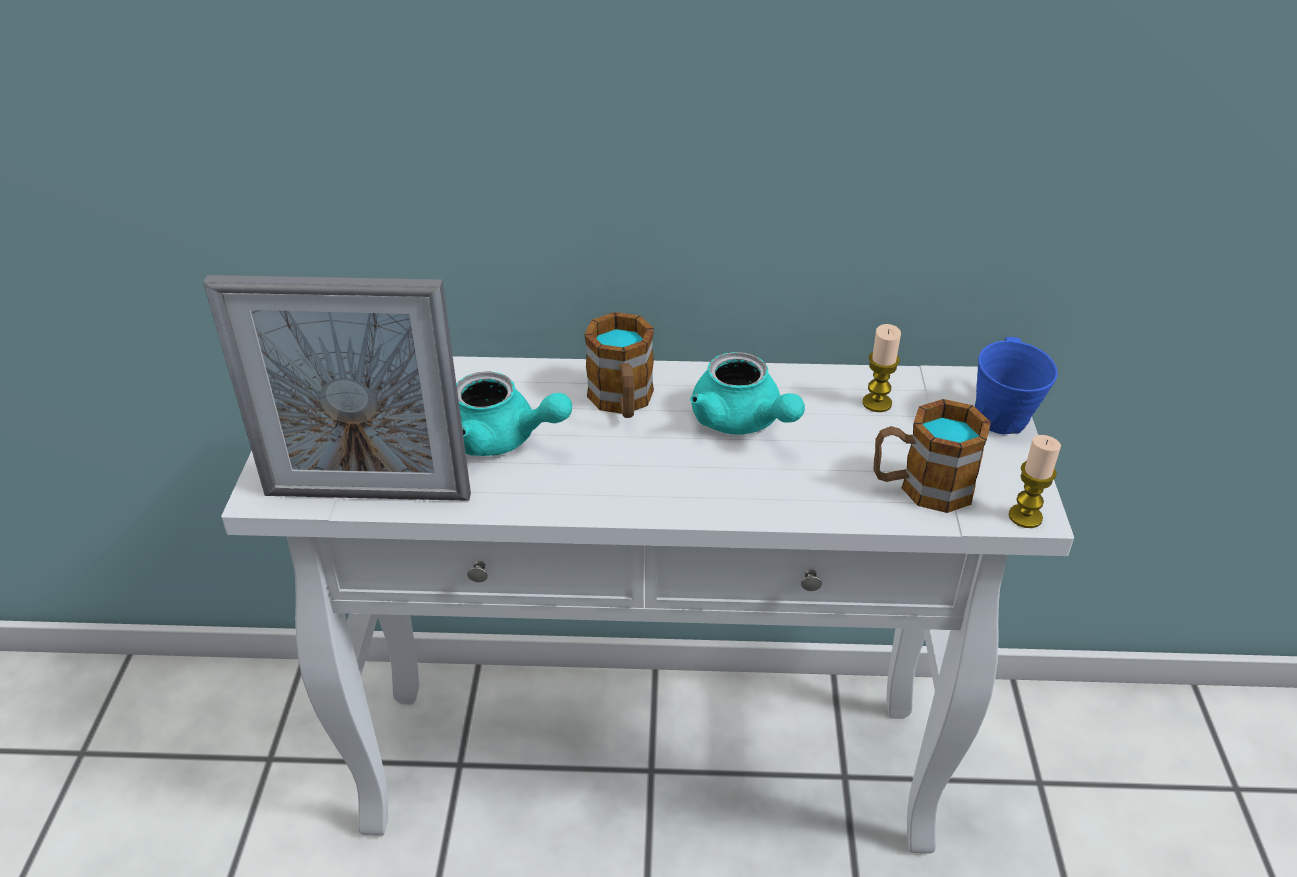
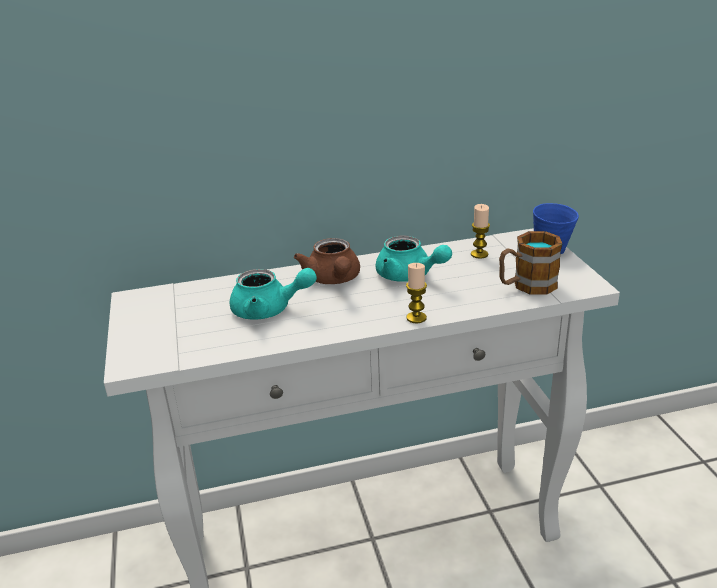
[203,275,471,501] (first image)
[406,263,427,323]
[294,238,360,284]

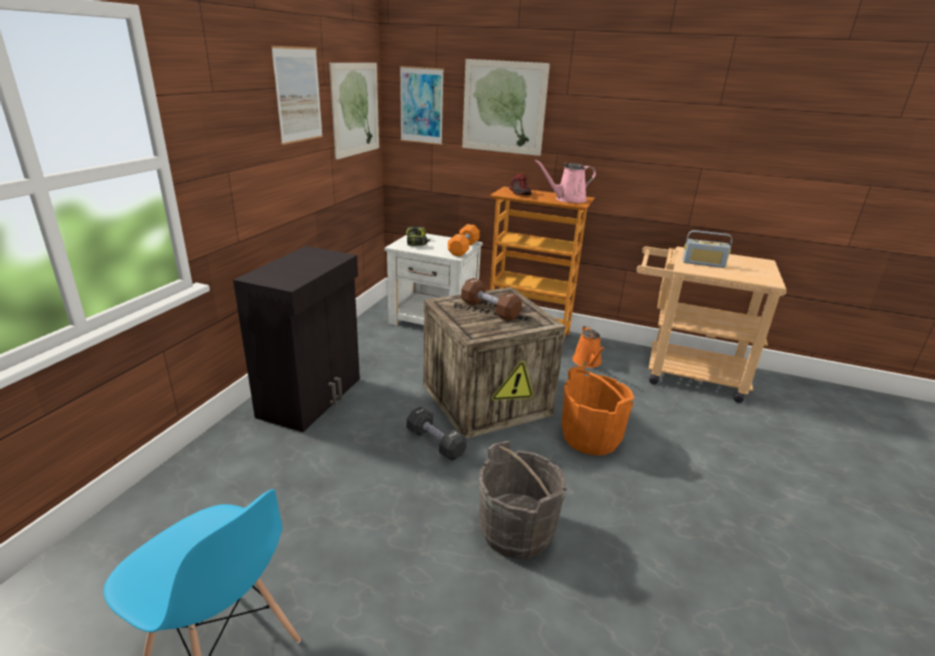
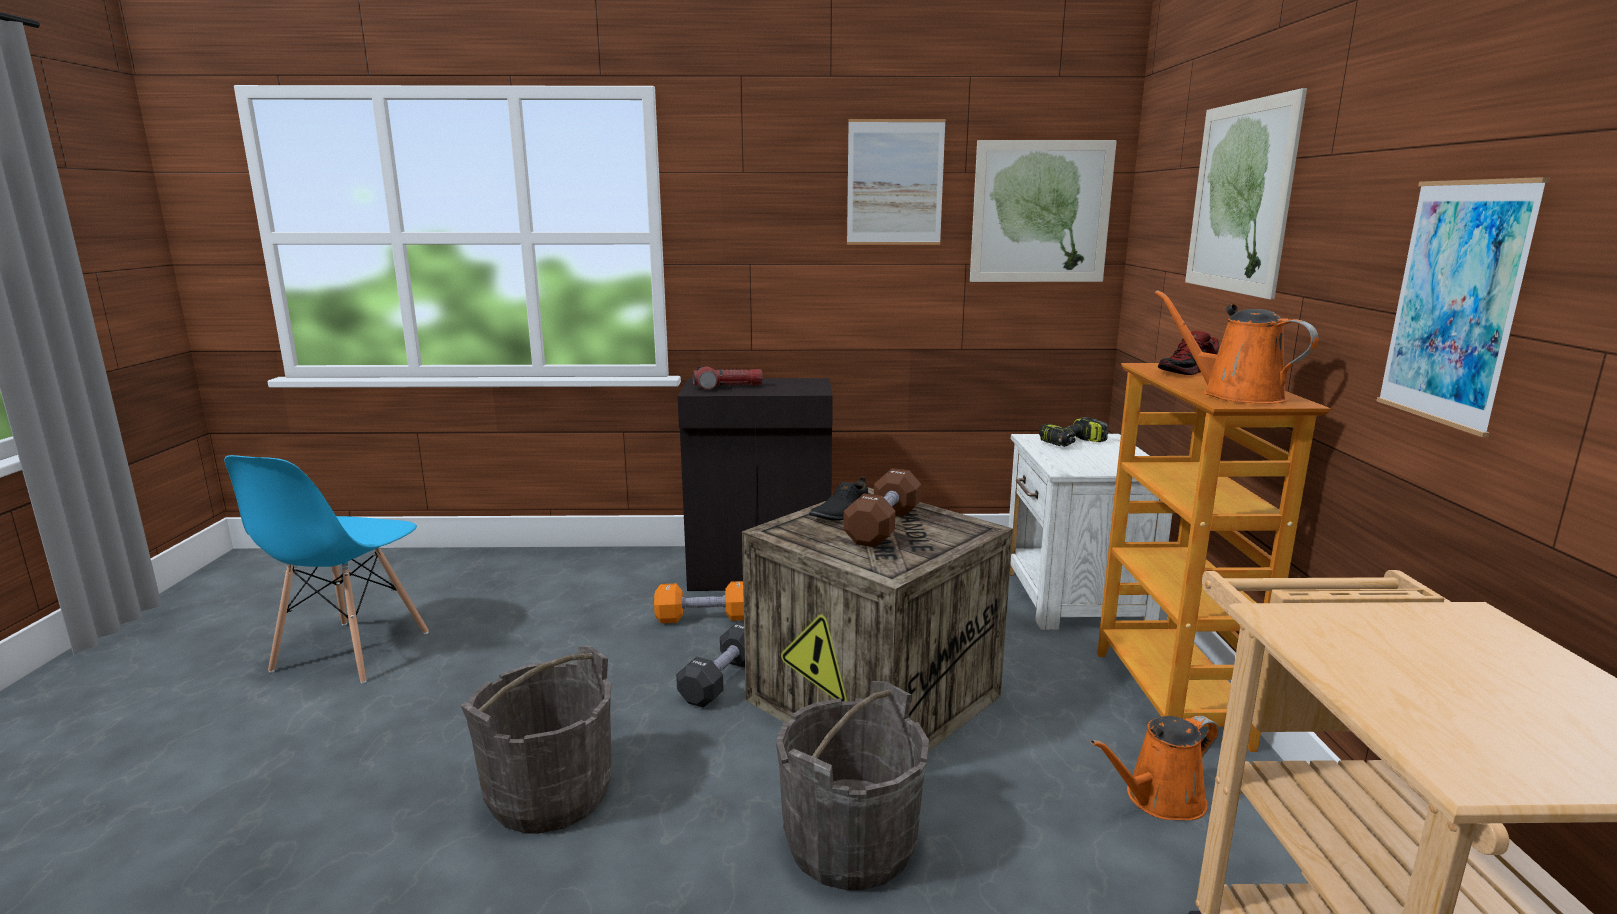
[682,230,733,268] (first image)
[693,366,763,390]
[809,476,868,521]
[1376,177,1550,437]
[654,581,744,623]
[1155,290,1318,404]
[776,681,929,891]

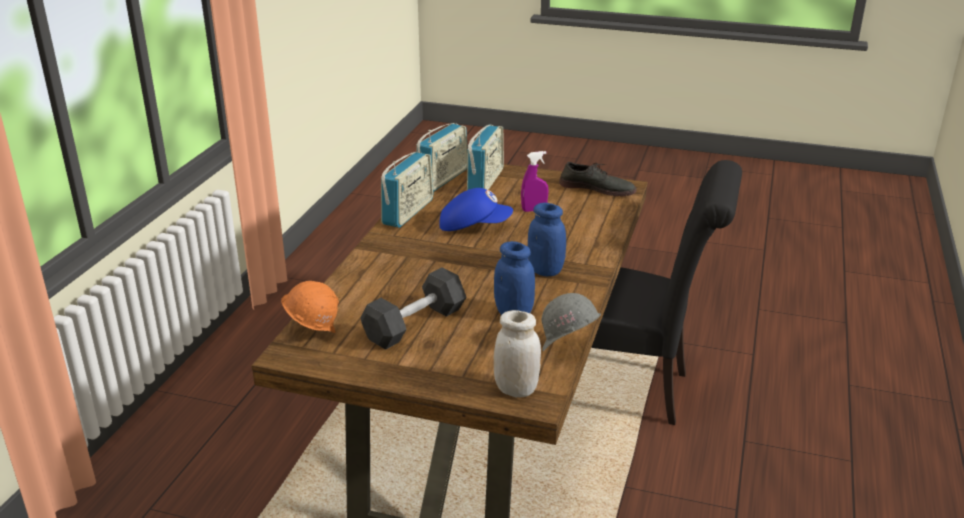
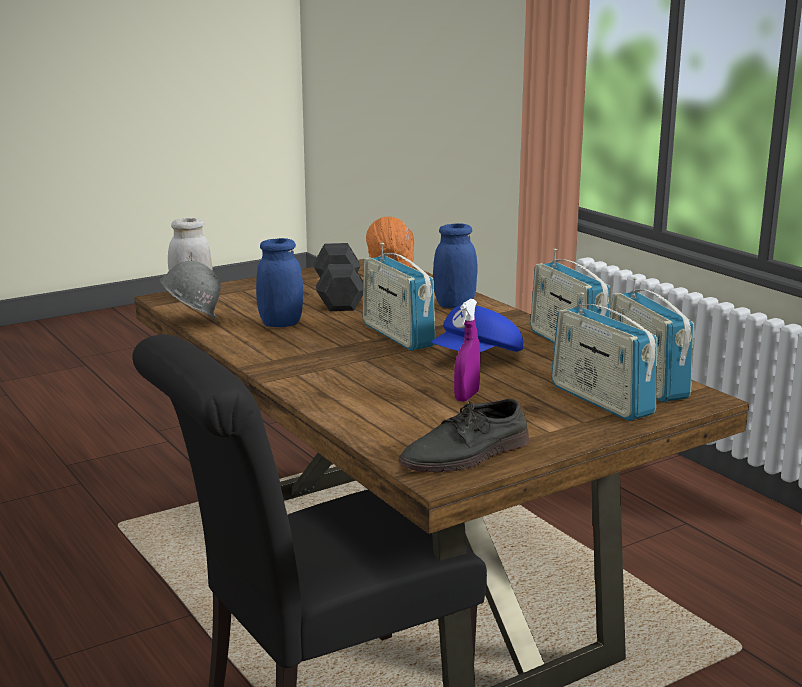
[363,243,436,351]
[433,223,478,308]

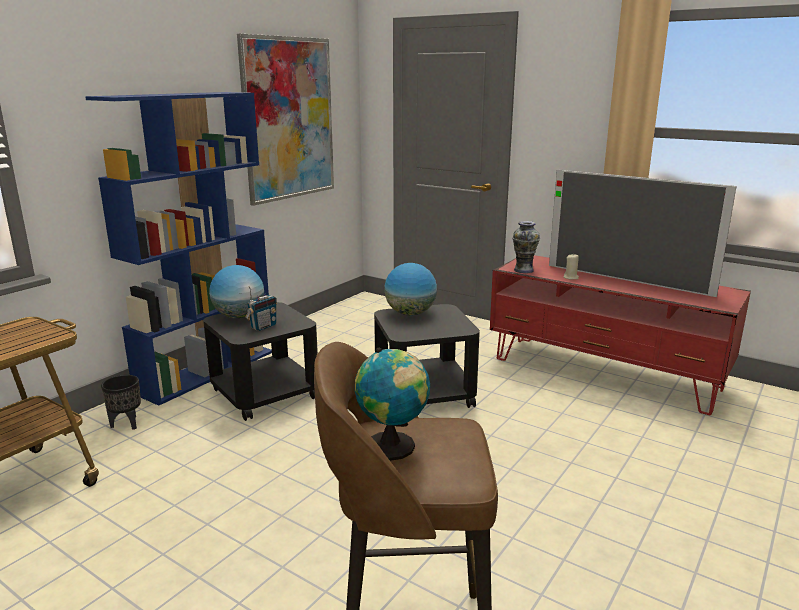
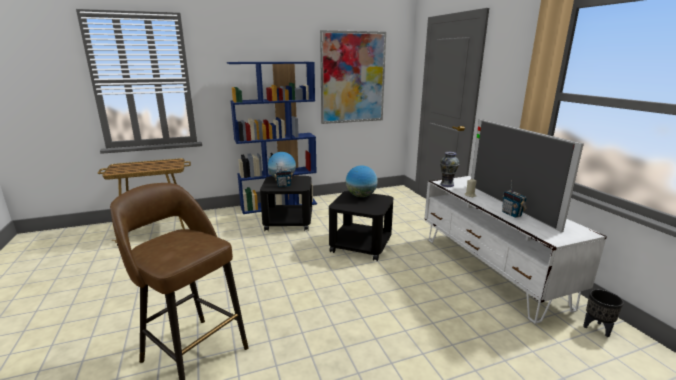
[355,348,430,461] (first image)
[502,180,527,218]
[583,289,624,337]
[424,176,607,324]

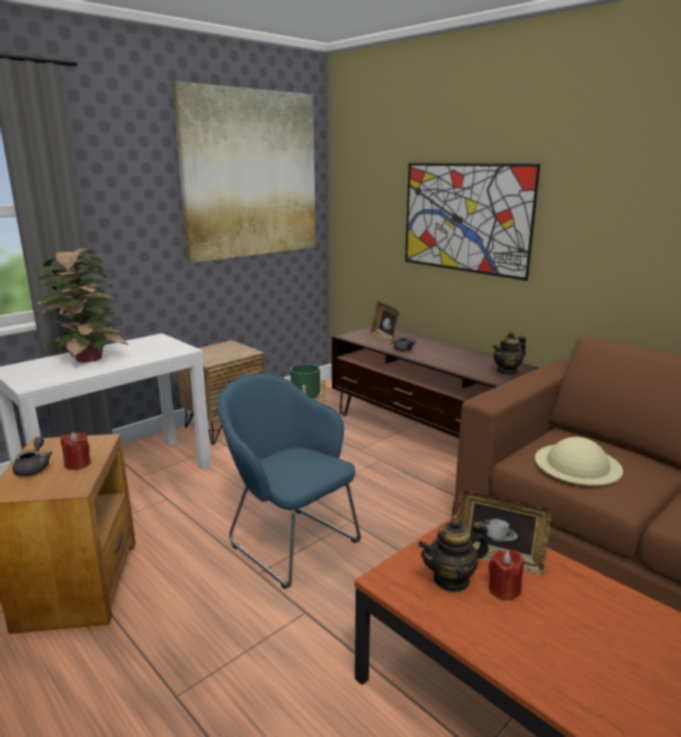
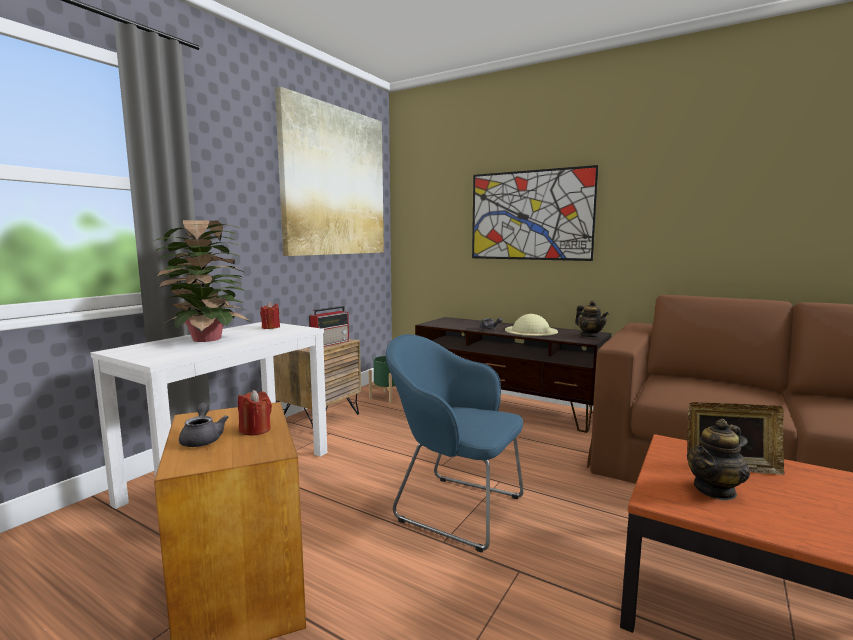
[370,302,399,344] (first image)
[309,306,349,347]
[260,302,280,329]
[505,314,558,336]
[575,300,609,338]

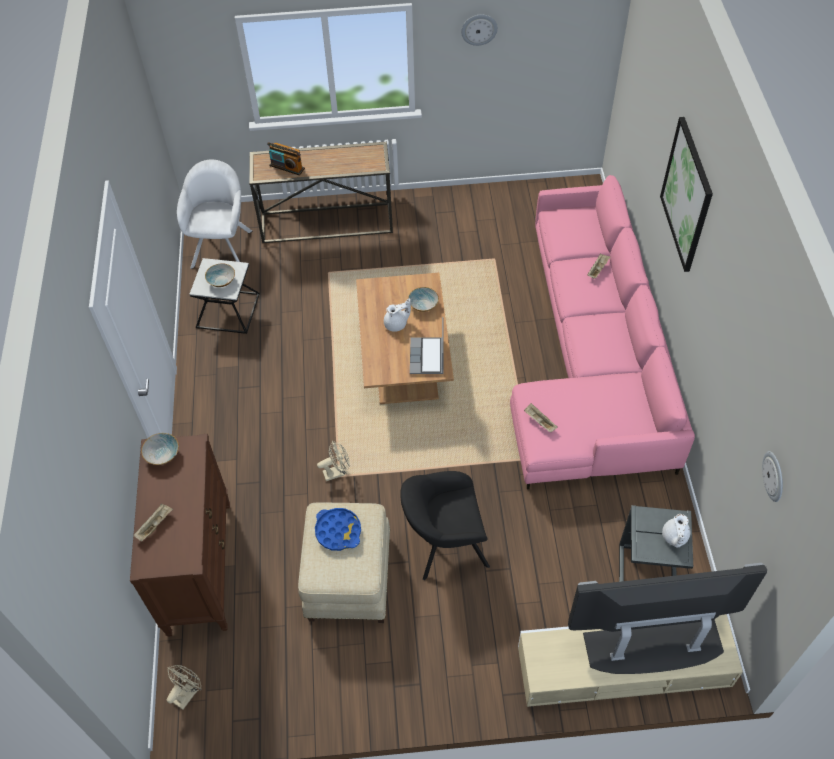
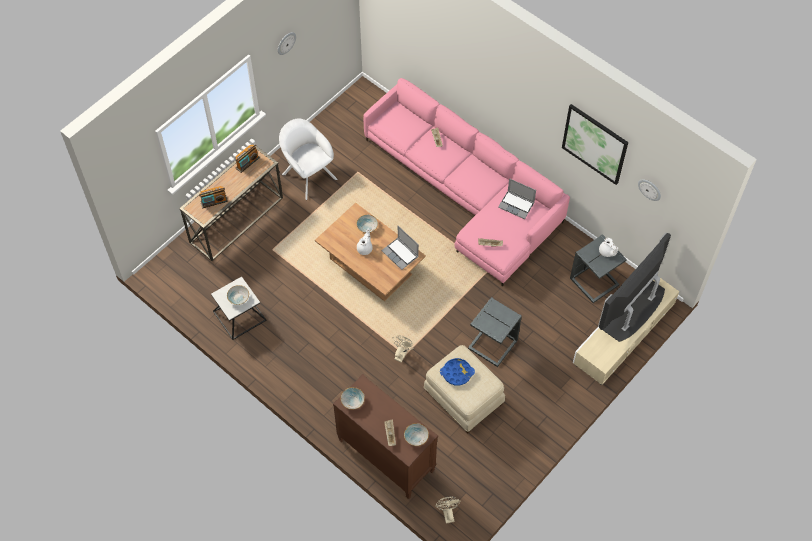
[235,144,260,173]
[404,423,429,446]
[498,178,536,219]
[279,118,337,200]
[562,104,628,185]
[468,297,522,367]

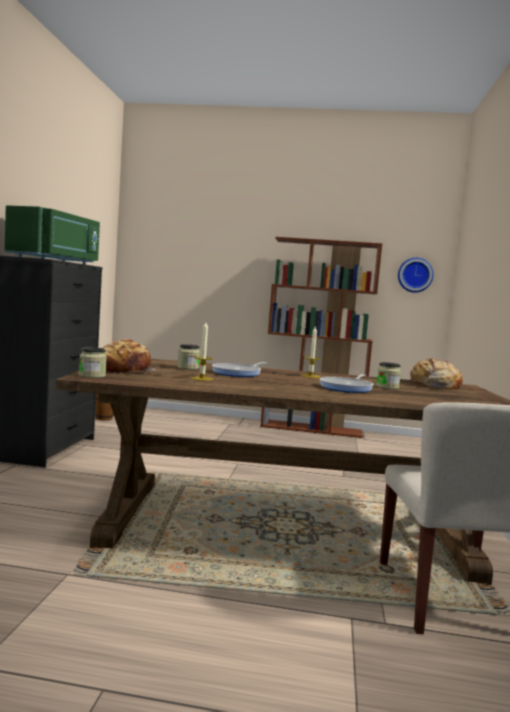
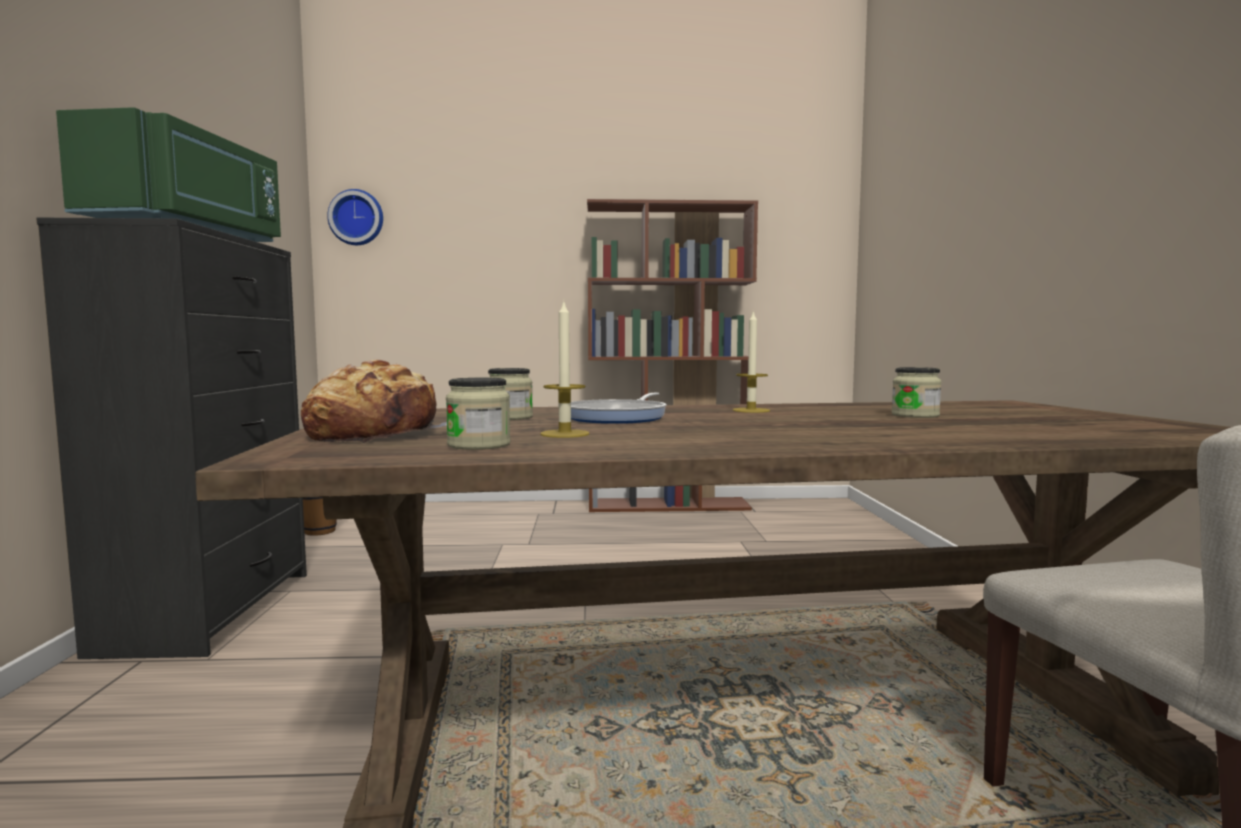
[320,374,373,393] (first image)
[410,358,463,389] (first image)
[446,378,510,450]
[327,189,383,245]

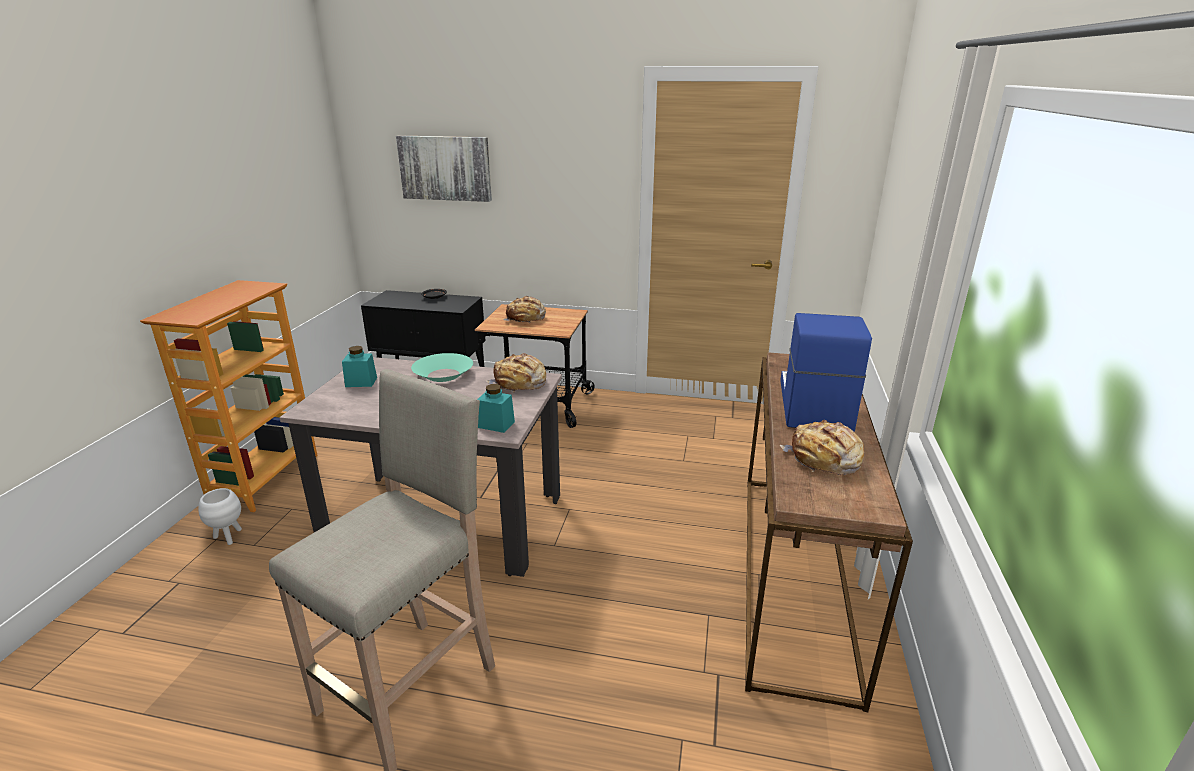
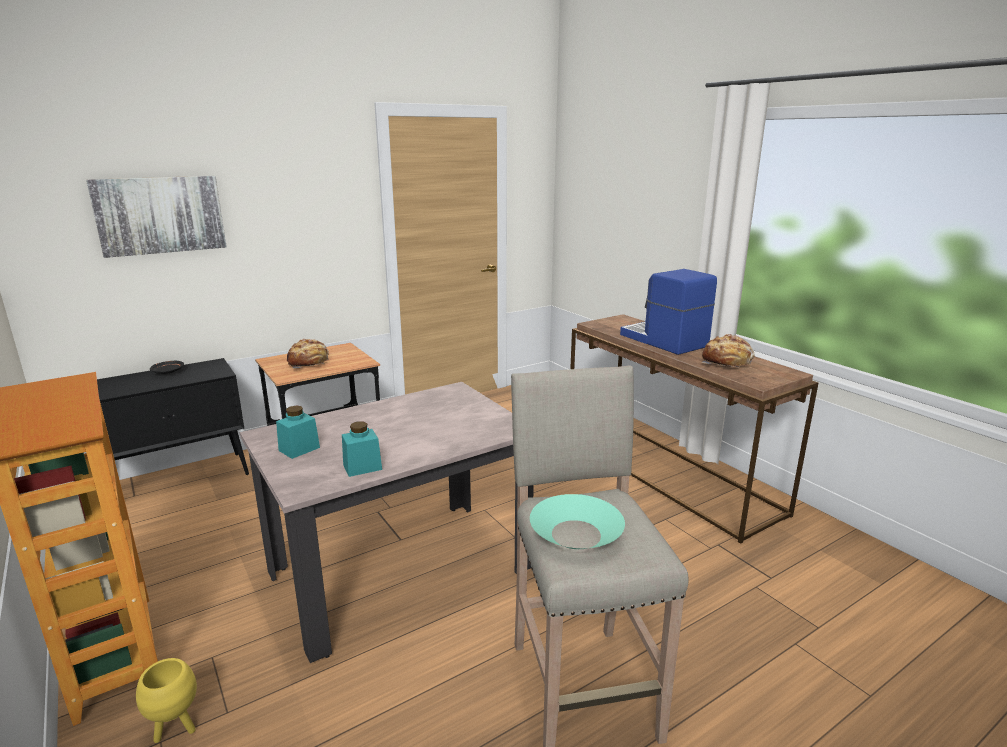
[486,353,546,392] (first image)
[530,494,625,549]
[342,421,382,477]
[136,658,197,743]

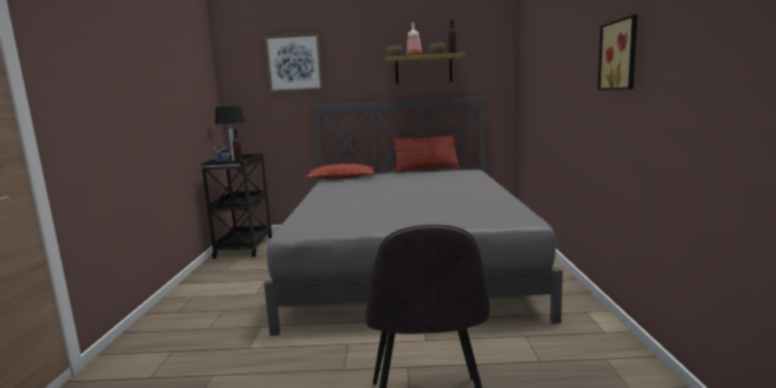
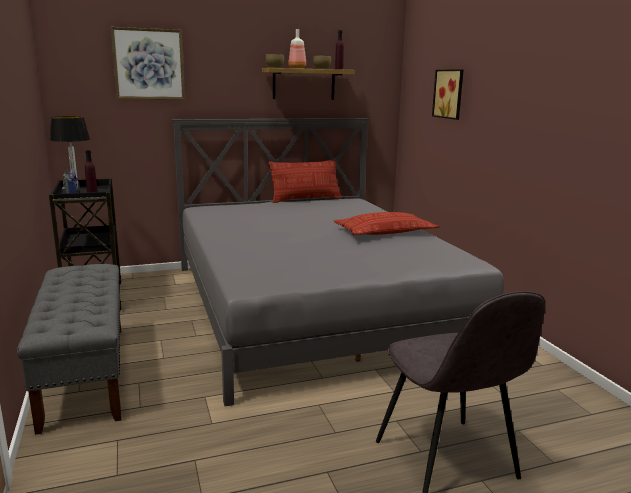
[17,264,121,435]
[334,212,439,235]
[432,69,464,120]

